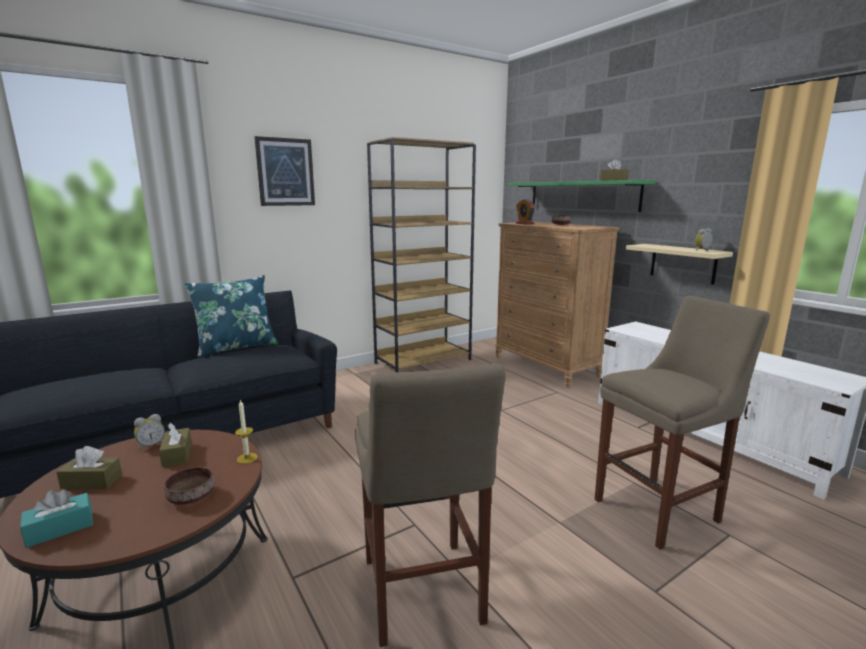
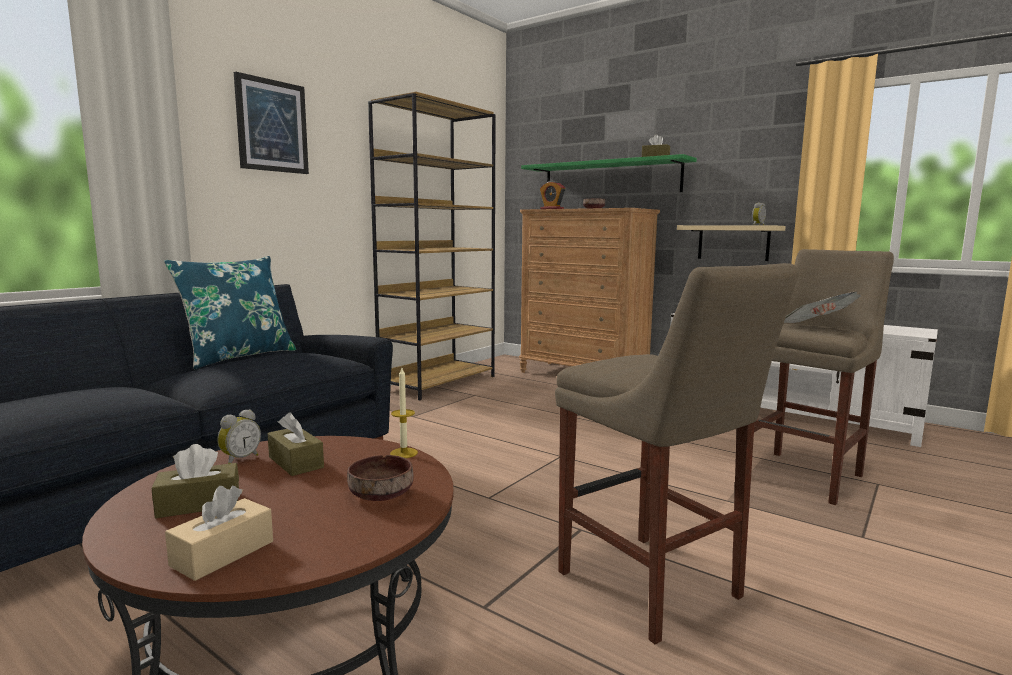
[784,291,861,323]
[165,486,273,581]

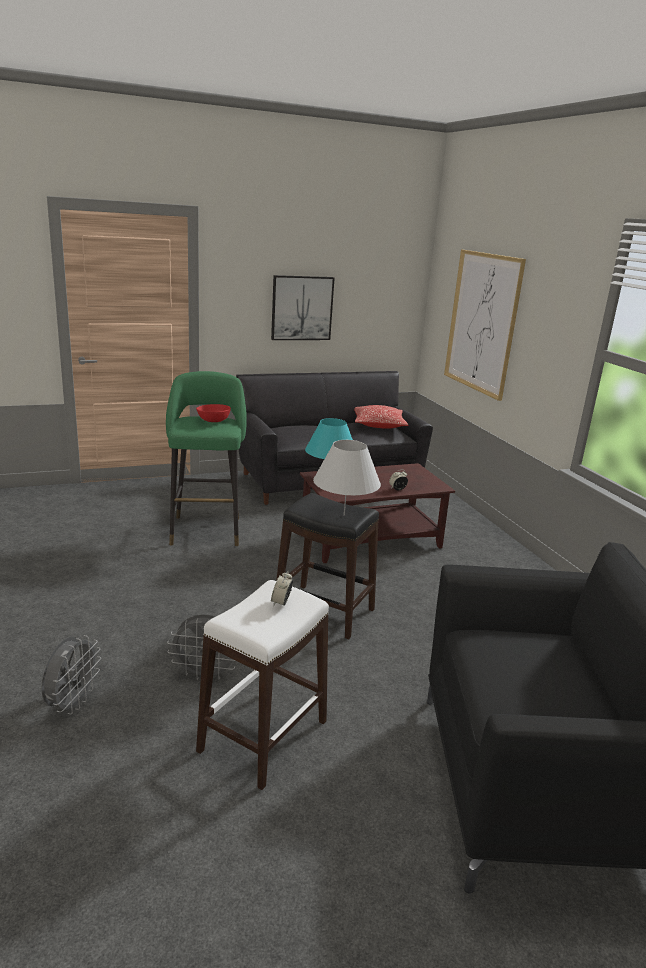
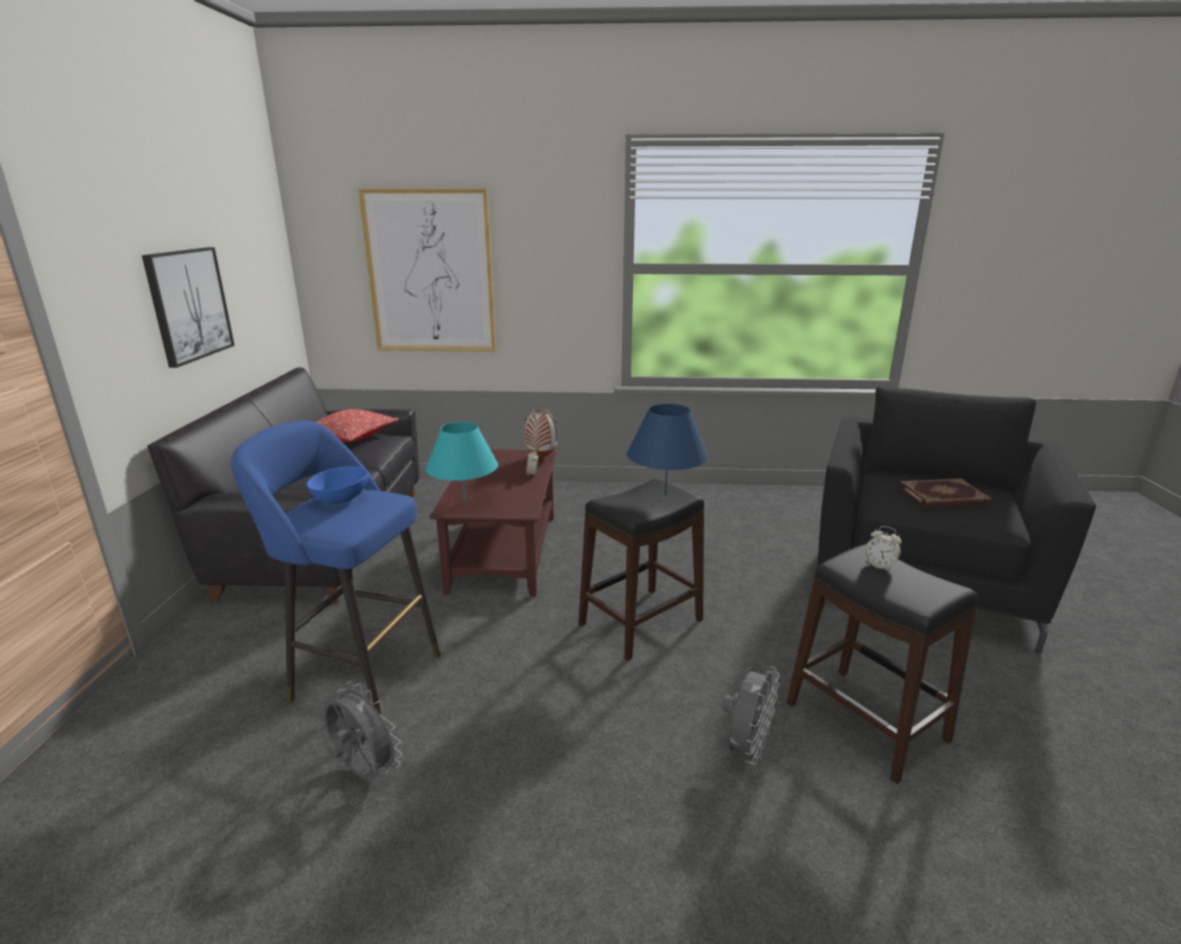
[525,407,558,458]
[898,478,991,508]
[323,681,402,781]
[231,421,441,718]
[306,466,369,504]
[787,544,979,784]
[627,404,709,496]

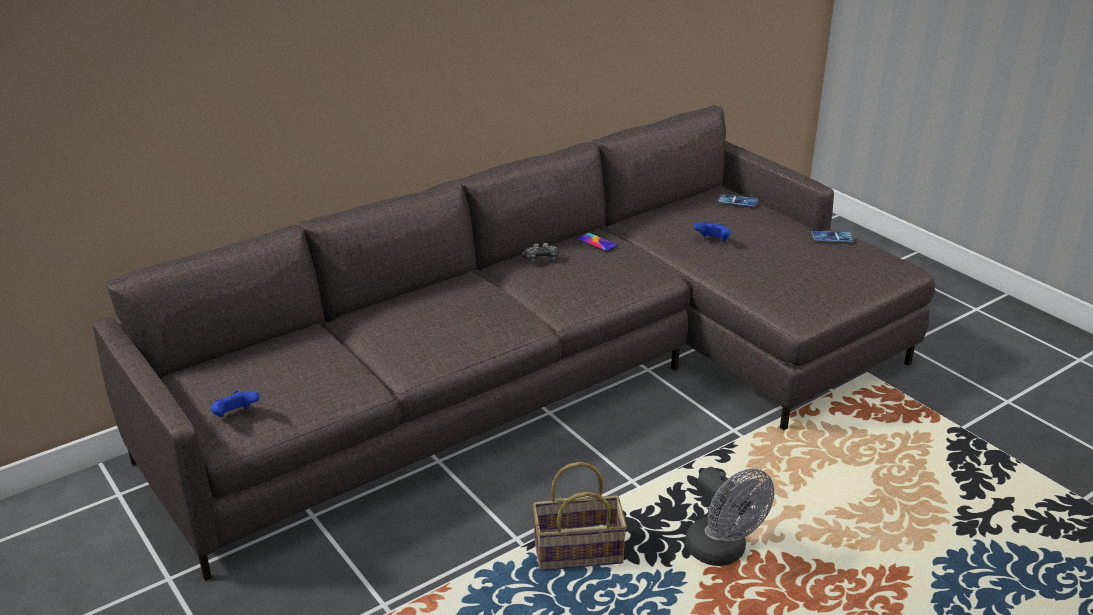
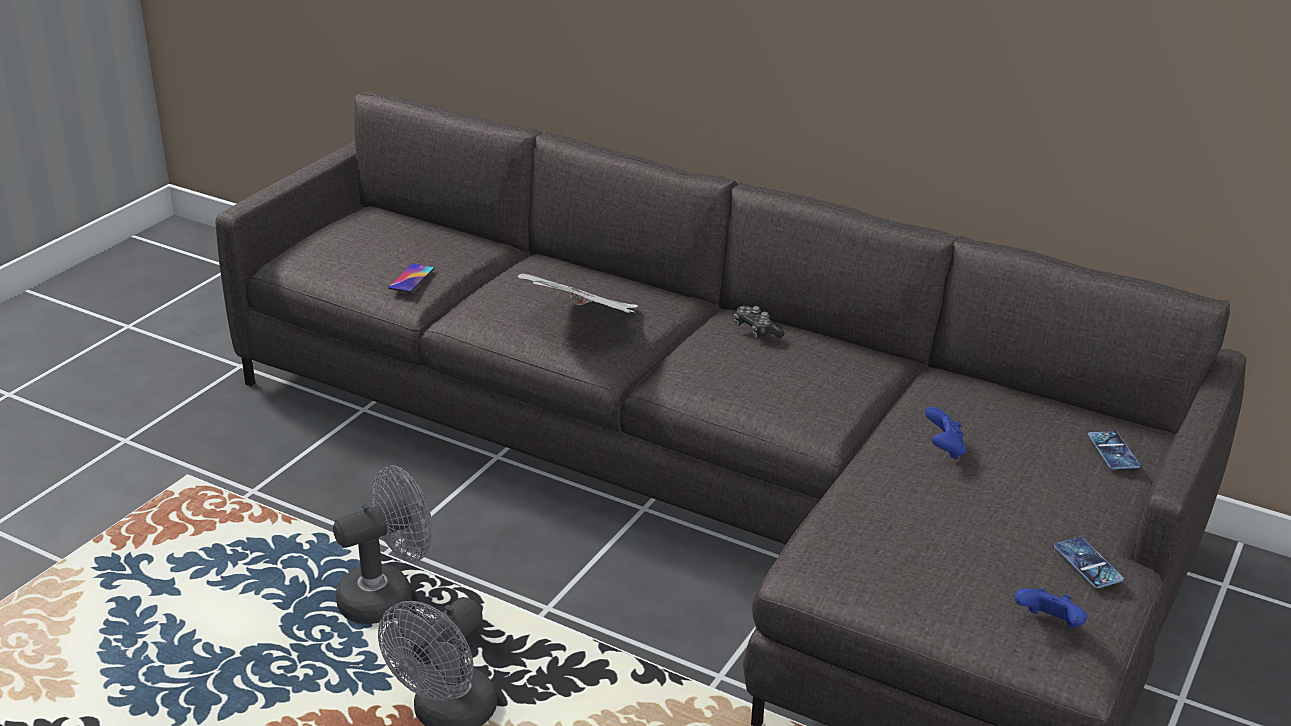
[518,274,638,313]
[1014,588,1087,627]
[388,264,434,293]
[333,465,432,624]

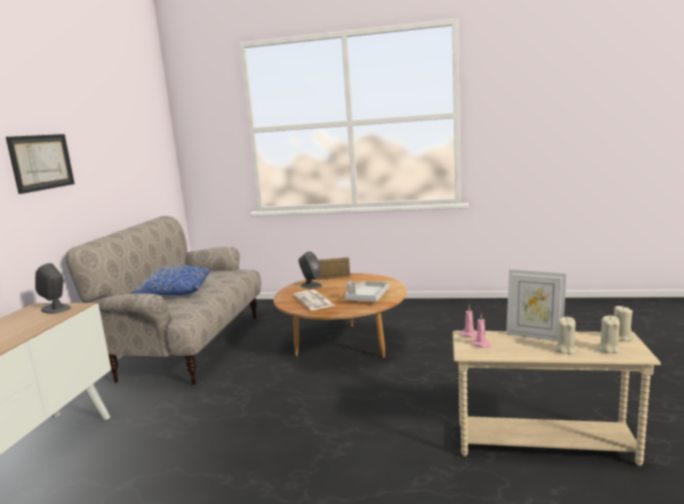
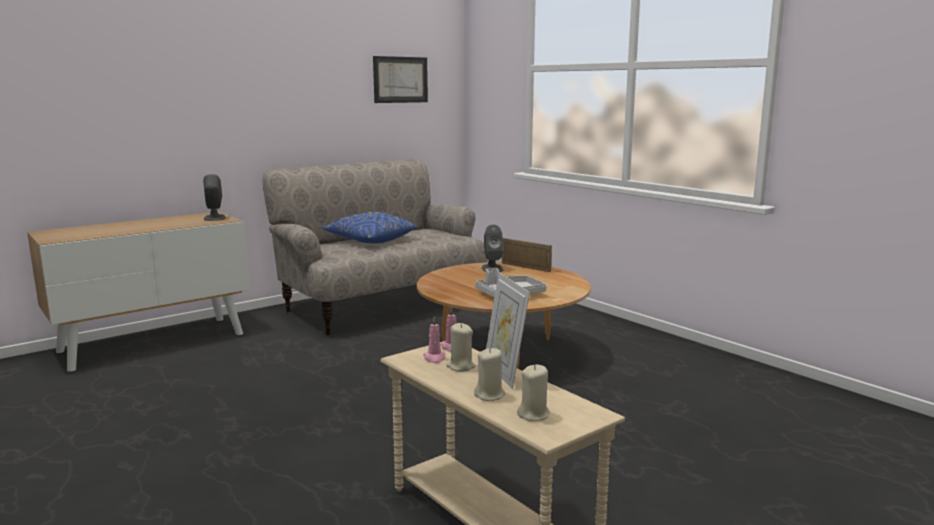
[293,290,336,310] (first image)
[373,56,428,103]
[446,323,475,372]

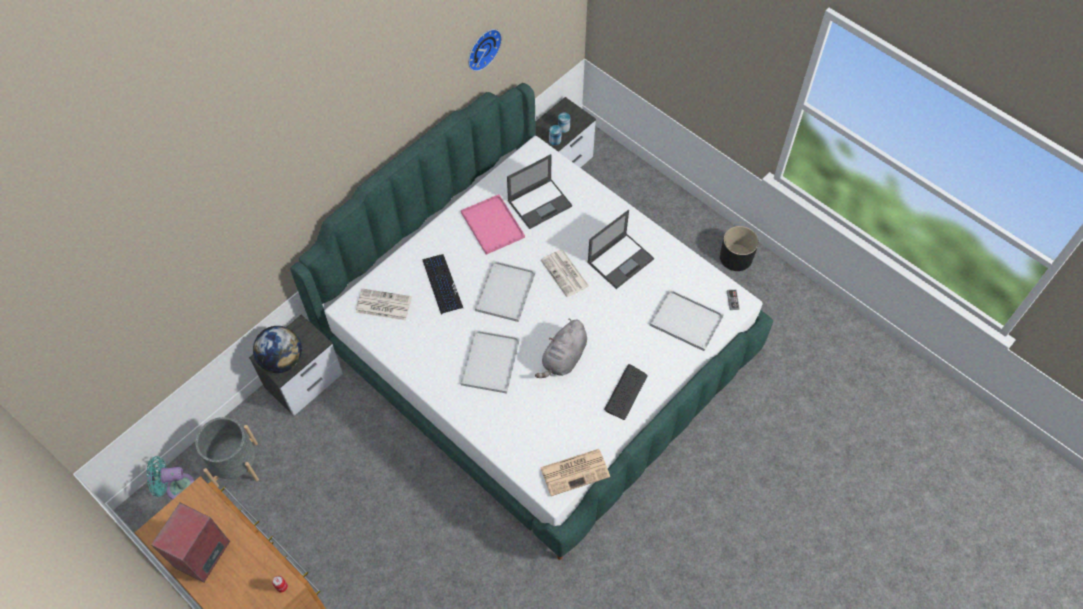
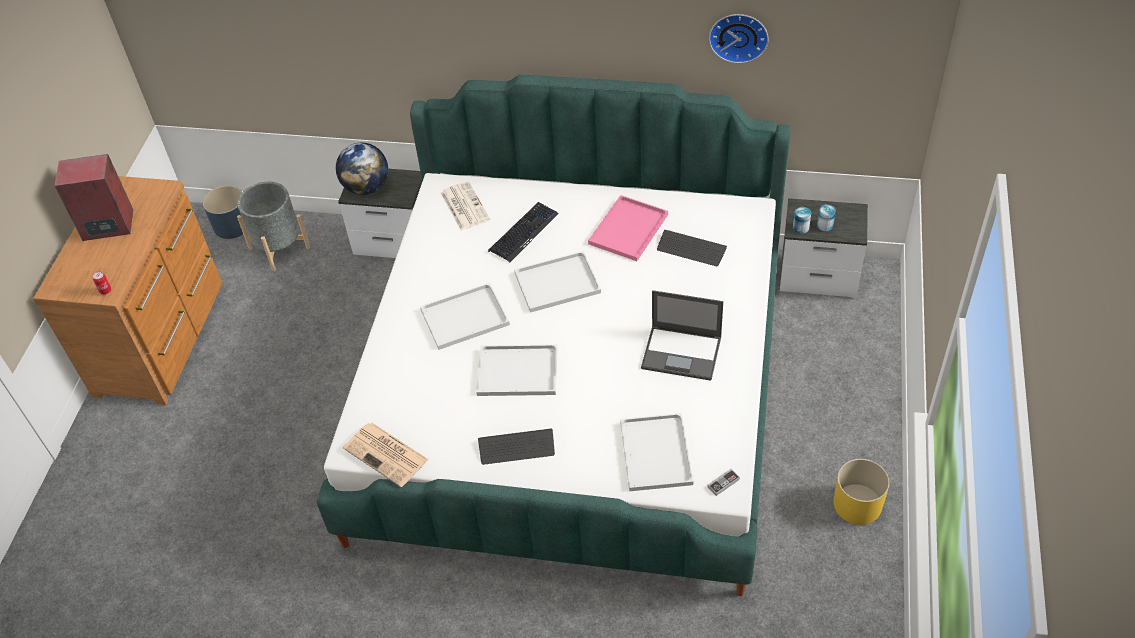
[541,250,589,297] (first image)
[203,186,244,239]
[657,230,727,267]
[476,344,558,396]
[833,459,890,525]

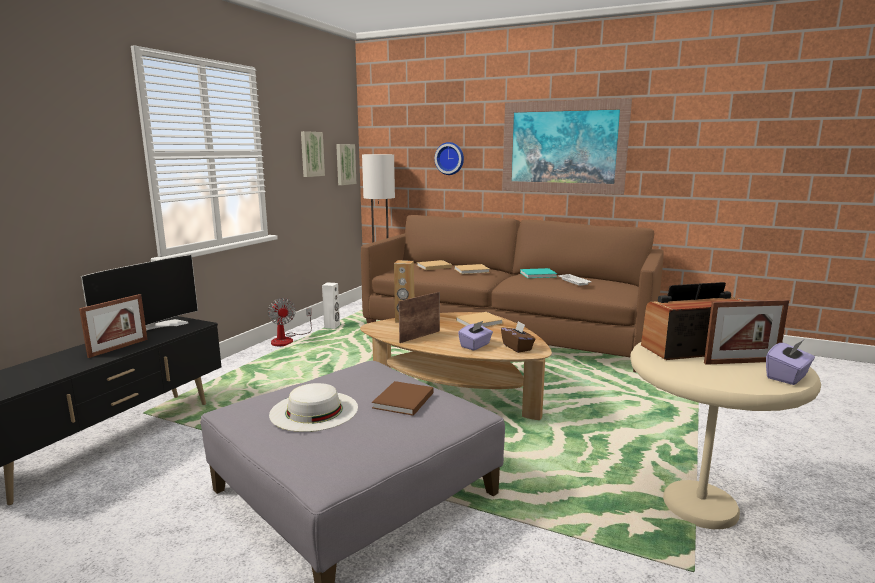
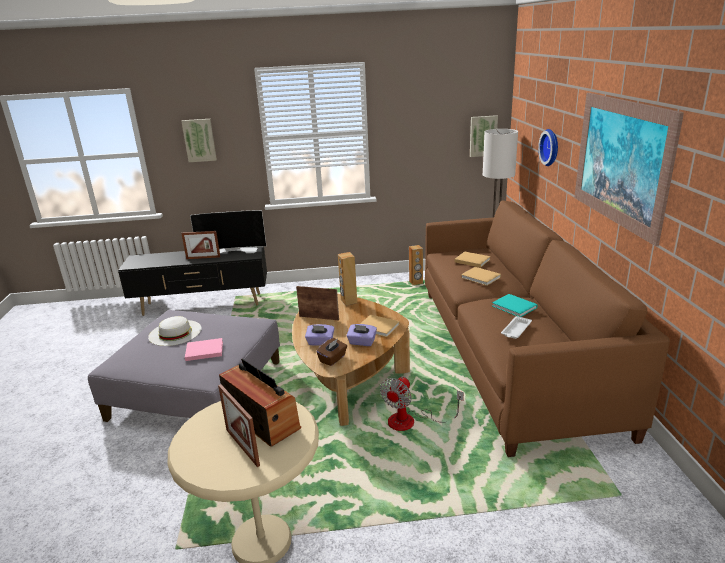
[380,376,464,431]
[181,119,217,162]
[346,324,377,346]
[409,245,423,285]
[185,338,223,361]

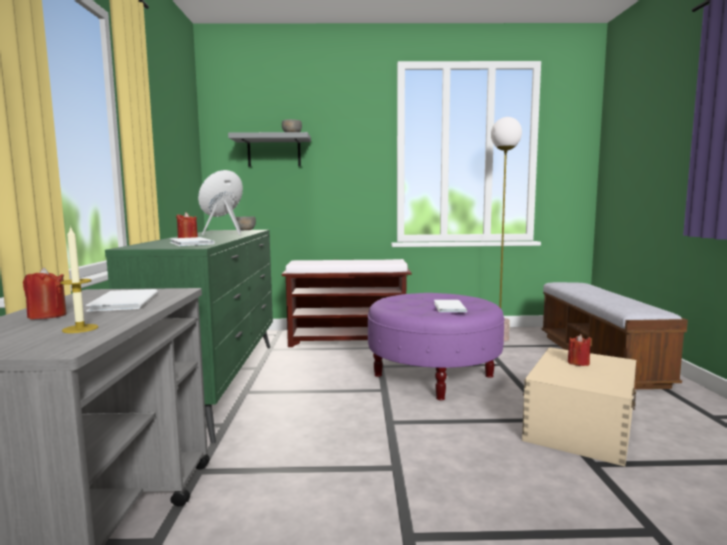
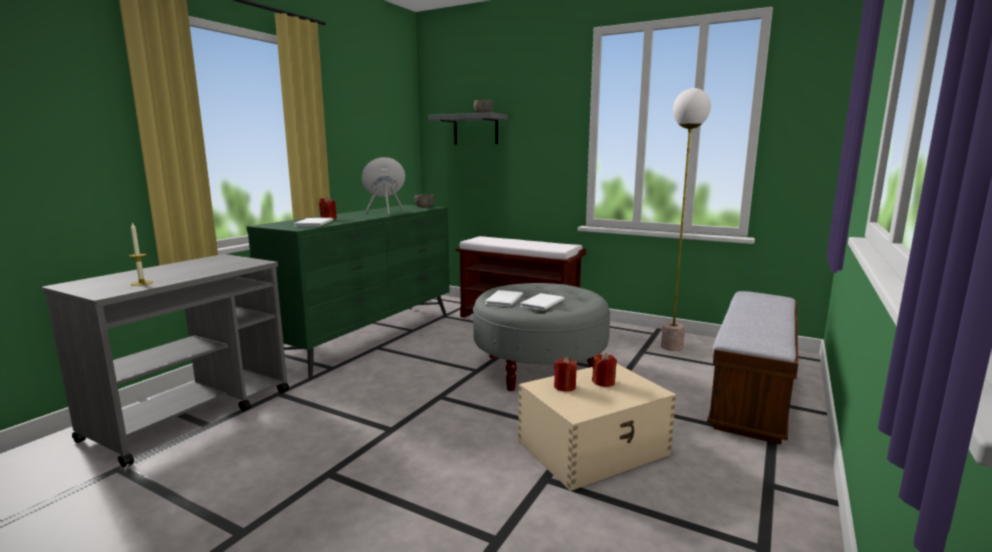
[554,357,577,392]
[485,290,523,307]
[473,283,610,391]

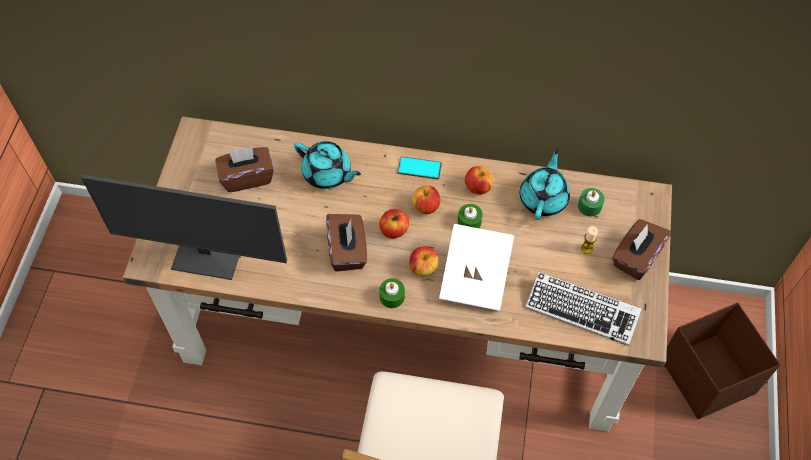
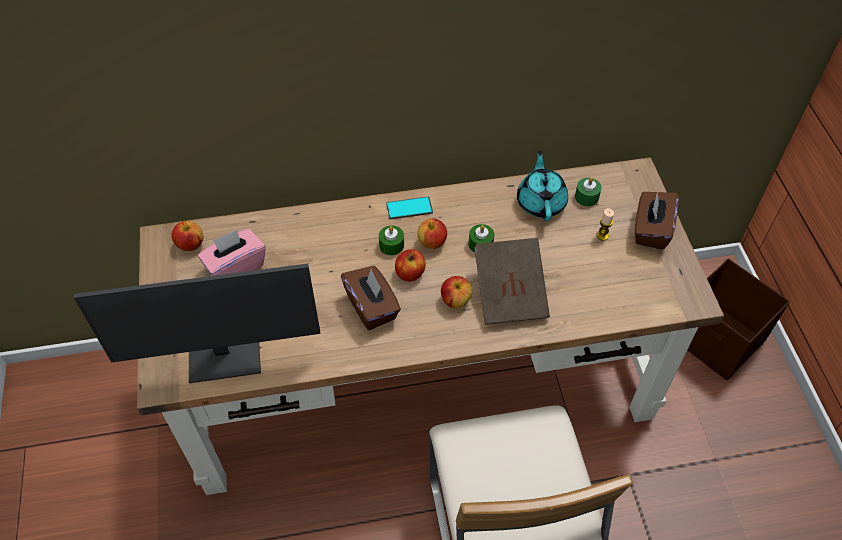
[294,141,361,189] (first image)
[525,272,642,346] (first image)
[379,226,404,256]
[172,221,203,251]
[198,229,266,276]
[474,238,550,325]

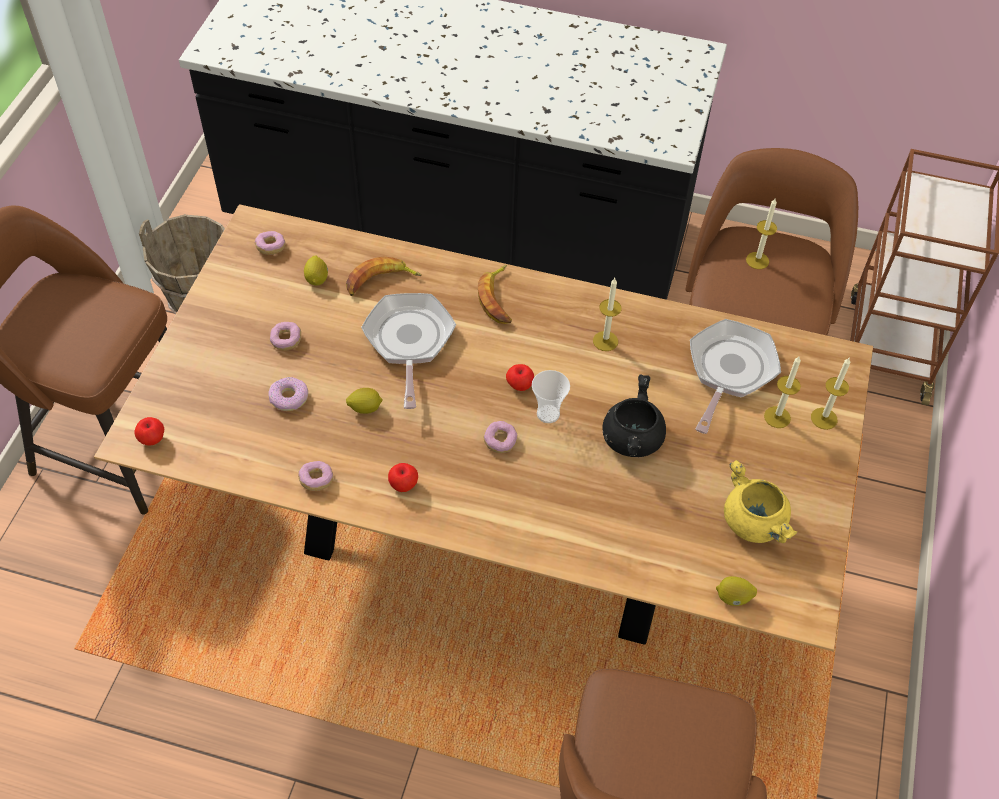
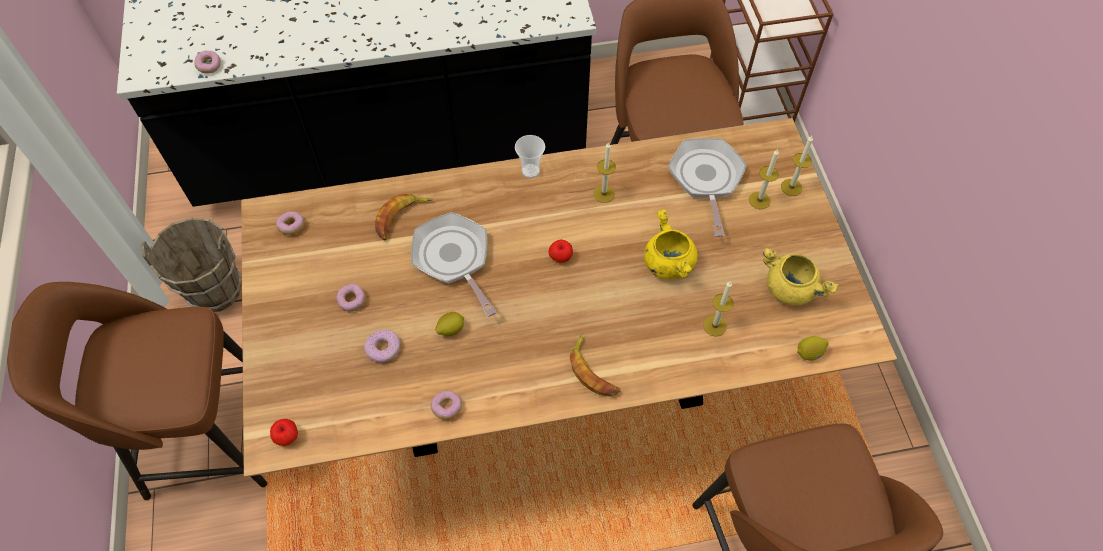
[304,255,328,286] (first image)
[388,463,418,492] (first image)
[570,333,621,397]
[194,51,221,74]
[515,135,545,178]
[703,281,734,337]
[644,209,698,279]

